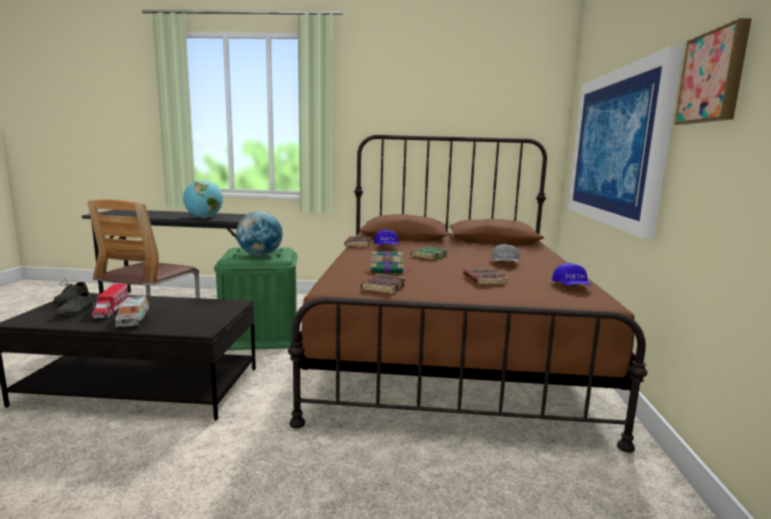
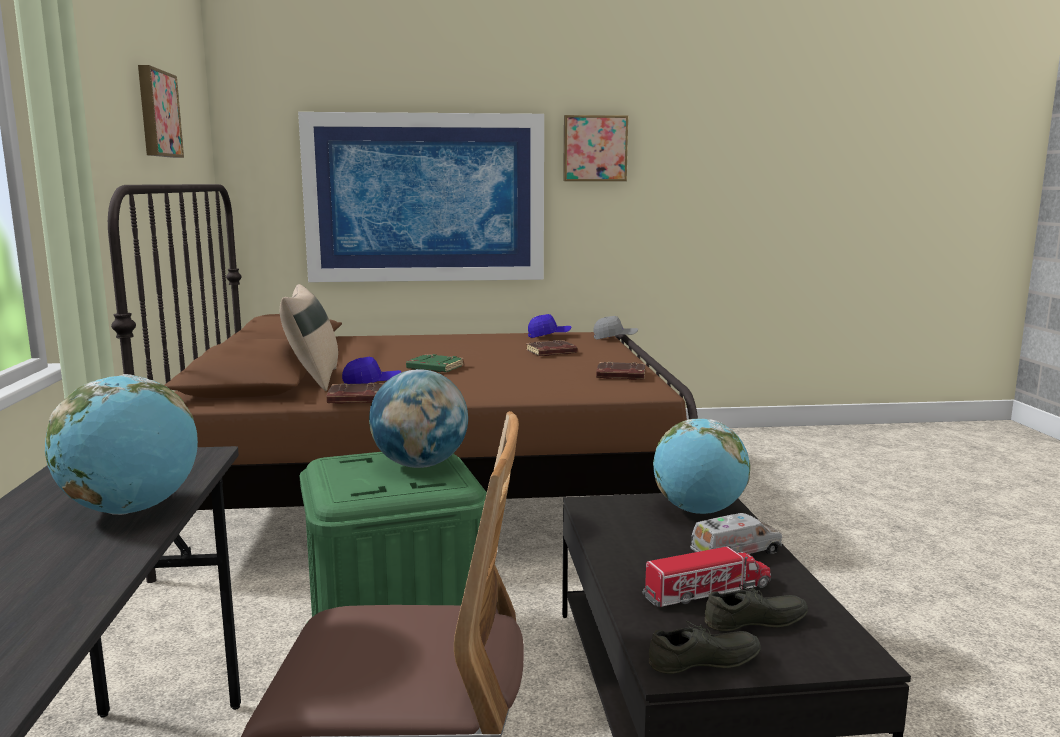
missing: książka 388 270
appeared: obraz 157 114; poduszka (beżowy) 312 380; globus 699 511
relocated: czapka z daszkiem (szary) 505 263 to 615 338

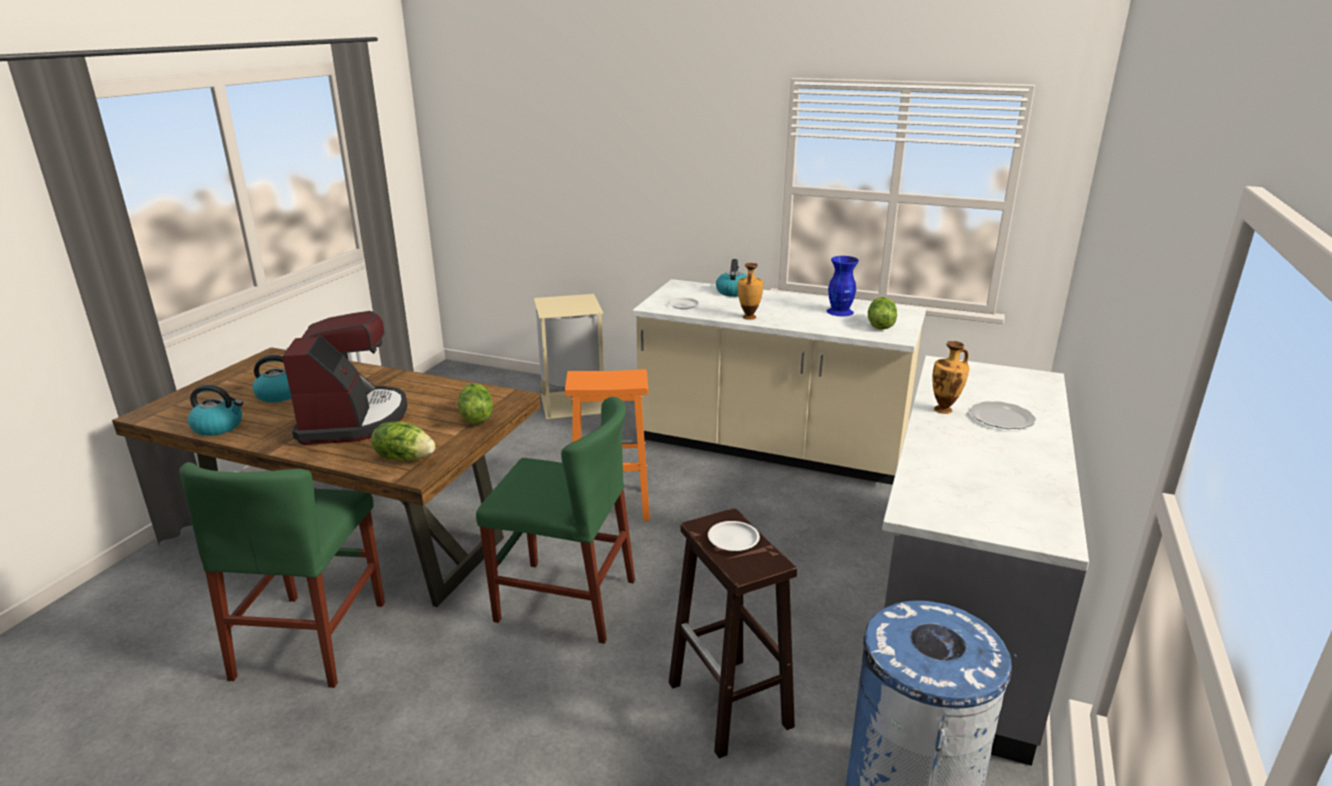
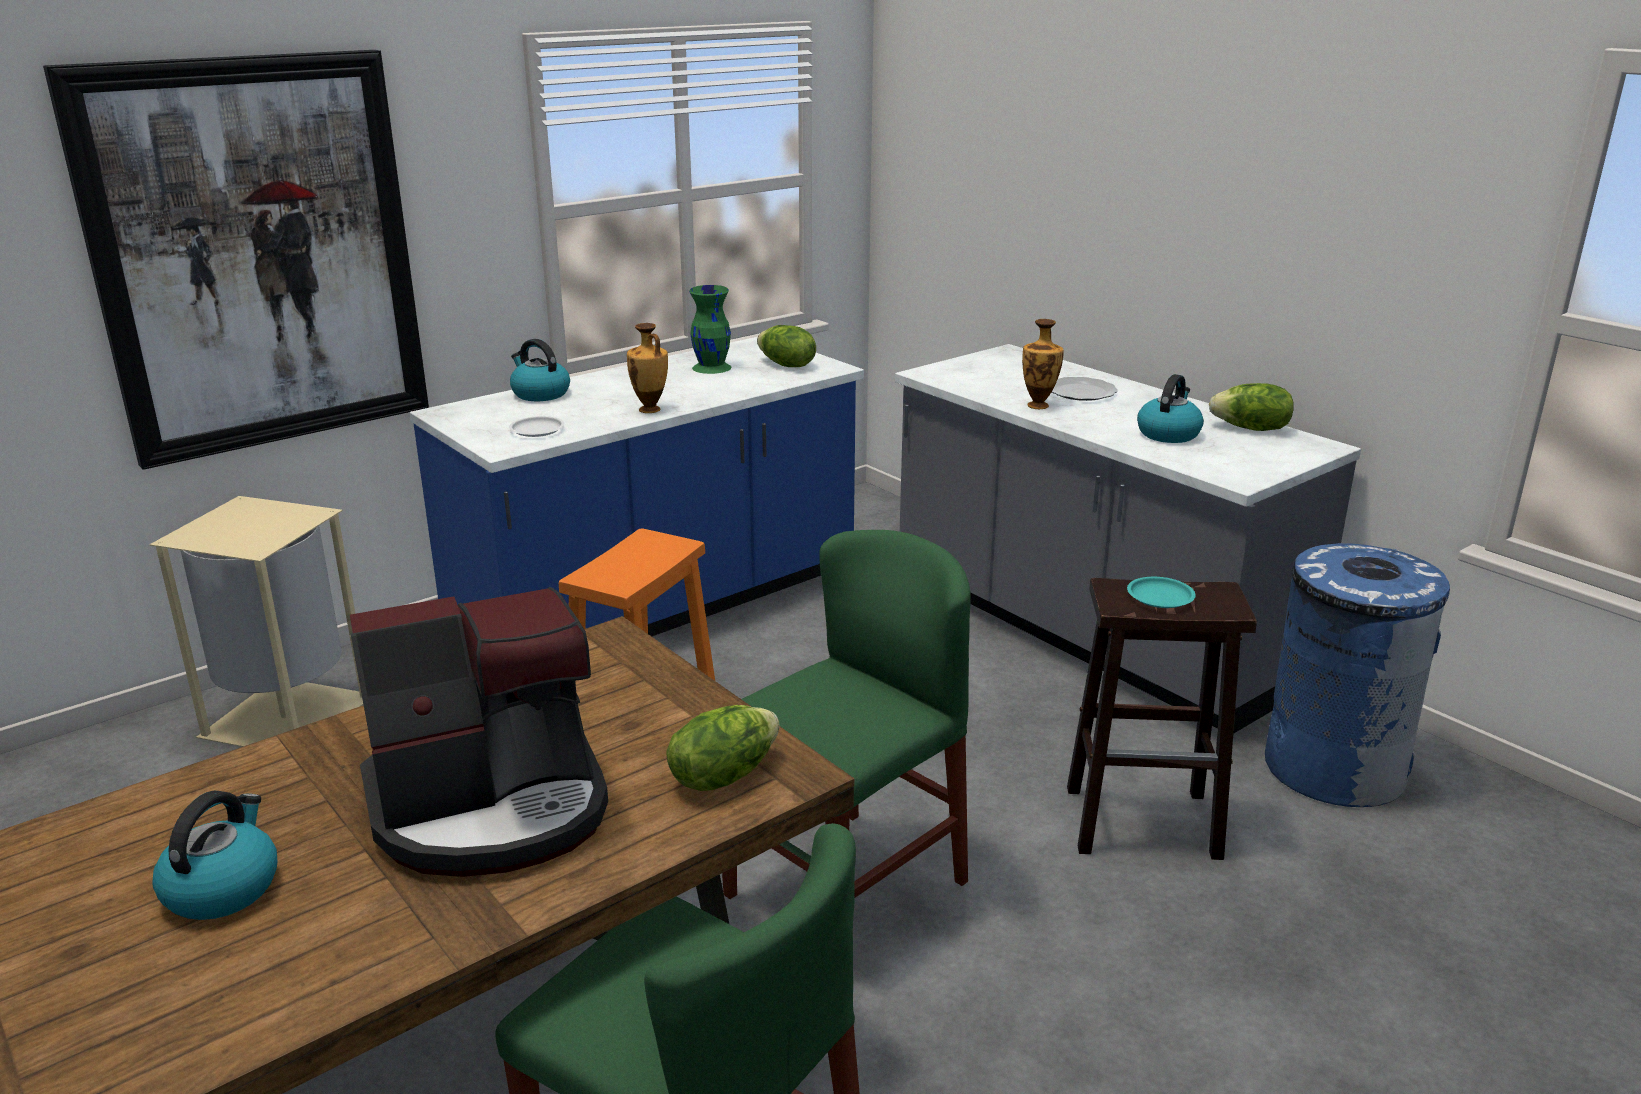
appeared: obraz 257 256
relocated: czajnik 219 427 to 1168 434; sałata 476 417 to 1251 429
colour: zabudowa kuchenna (beżowy) 771 447 to zabudowa kuchenna (niebieski) 660 607; talerz (biały) 733 539 to talerz (turkusowy) 1159 597; wazon (niebieski) 840 312 to wazon (zielony) 712 367
spun: ekspres do kawy 353 419 = 492 807 135 degrees clockwise

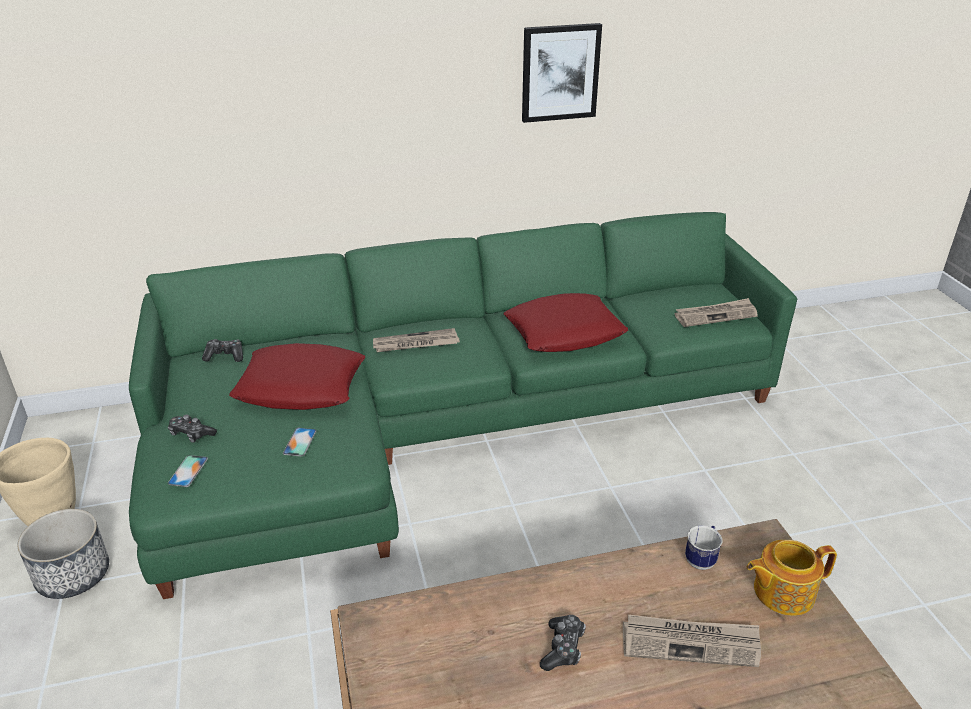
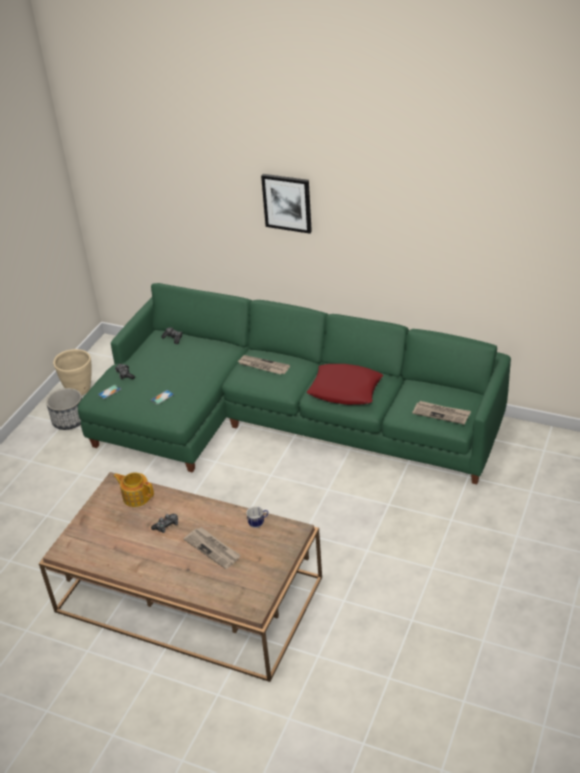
missing: poduszka (czerwony) 301 386
relocated: obraz 560 72 to 287 202; imbryk 782 591 to 136 496

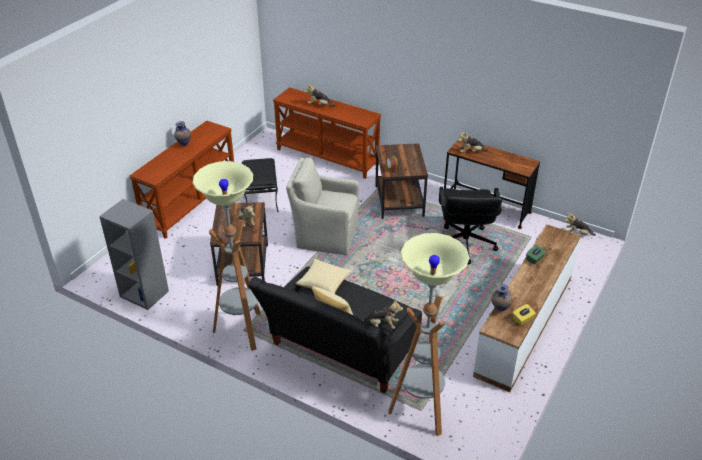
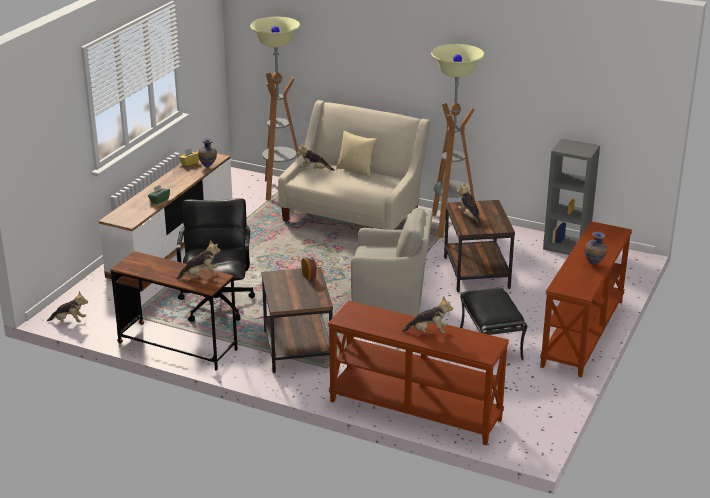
missing: poduszka 324 283
colour: kanapa (czarny) 339 353 to kanapa (beżowy) 353 216

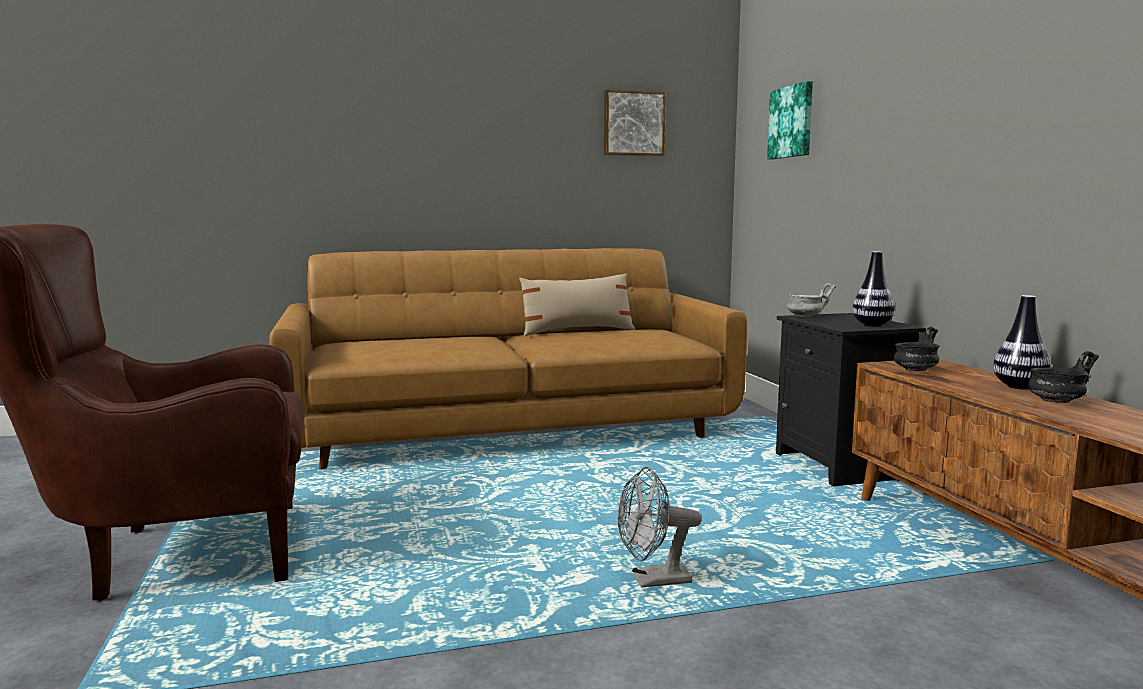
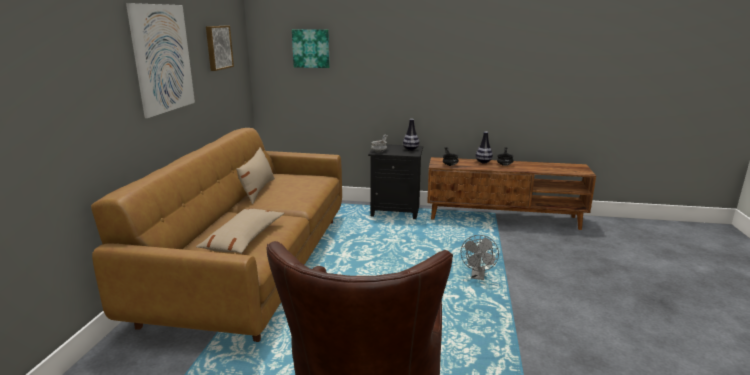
appeared: obraz 163 58; poduszka (beżowy) 244 239

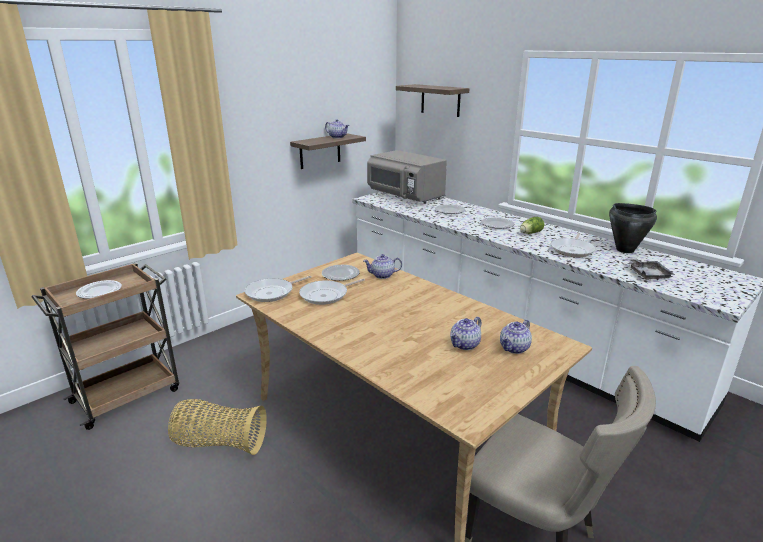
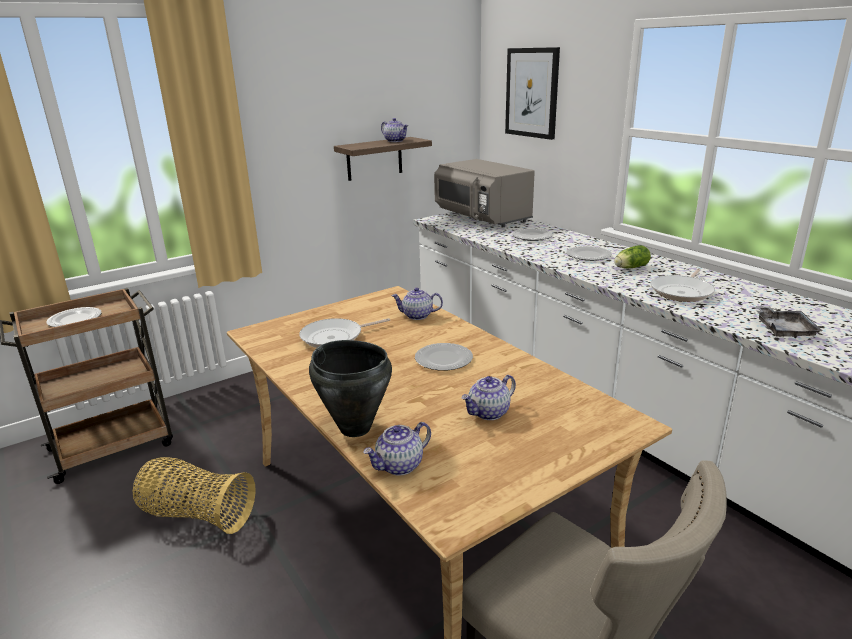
missing: patelnia 272 293
relocated: talerz 341 274 to 444 359; imbryk 514 348 to 399 466; garnek (czarny) 624 250 to 355 428
exchanged: półka 440 100 to obraz 532 93

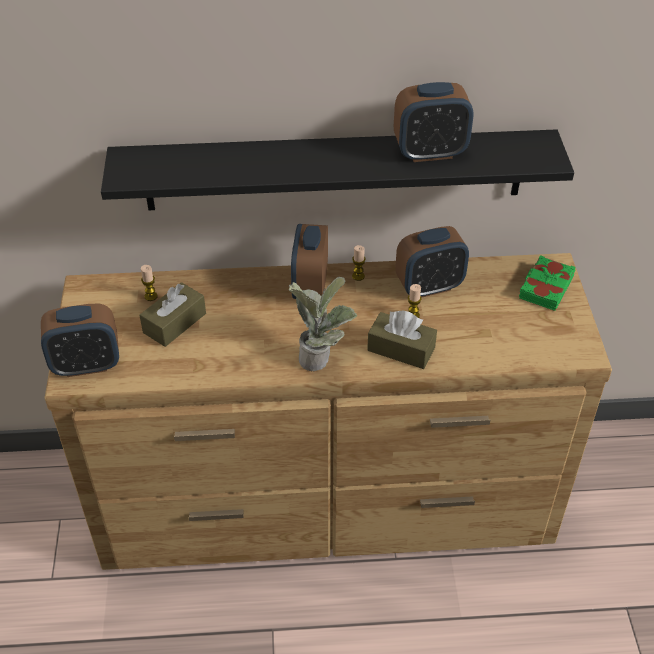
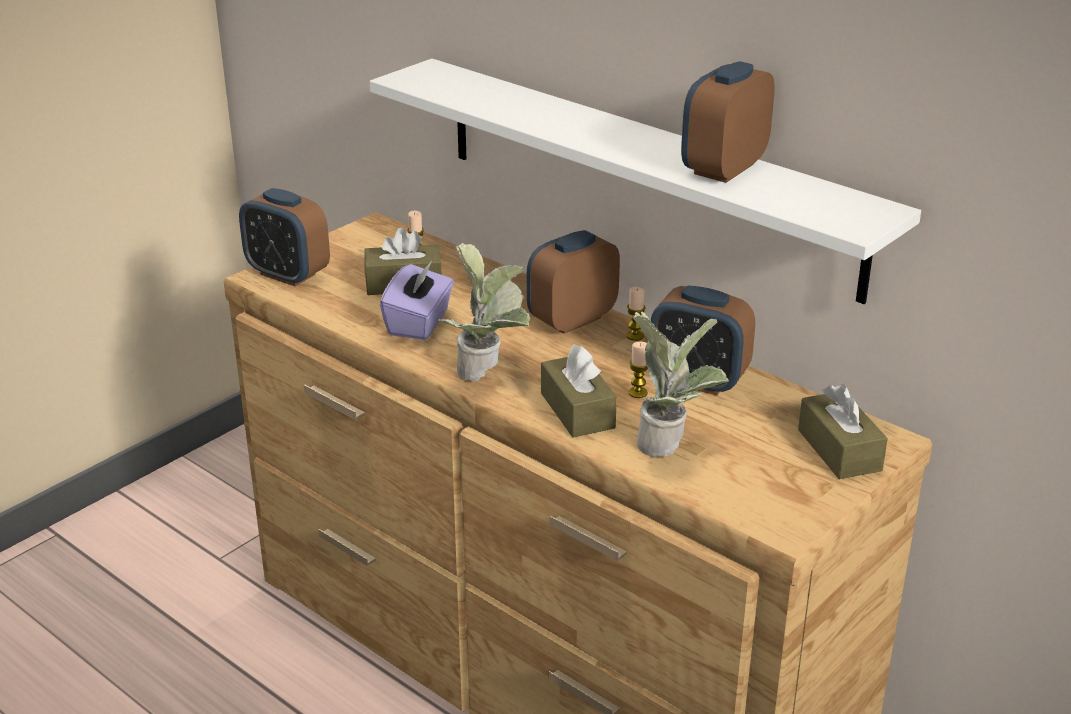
appeared: pudełko chusteczek (fioletowy) 419 323; roślina doniczkowa 671 444
exchanged: książka (zielony) 545 287 to pudełko chusteczek (brązowy) 839 450
colour: półka (czarny) 334 170 to półka (biały) 644 174
spun: budzik 430 152 = 723 169 90 degrees clockwise

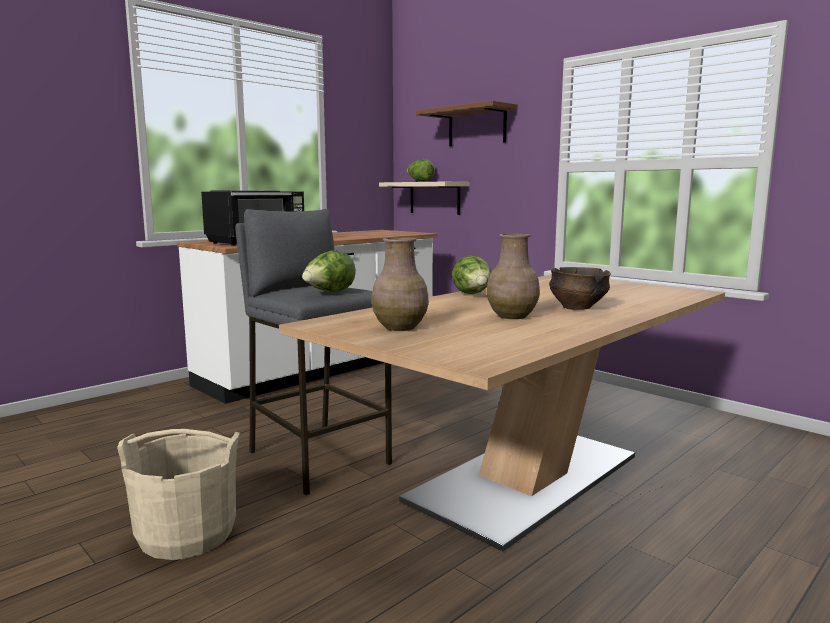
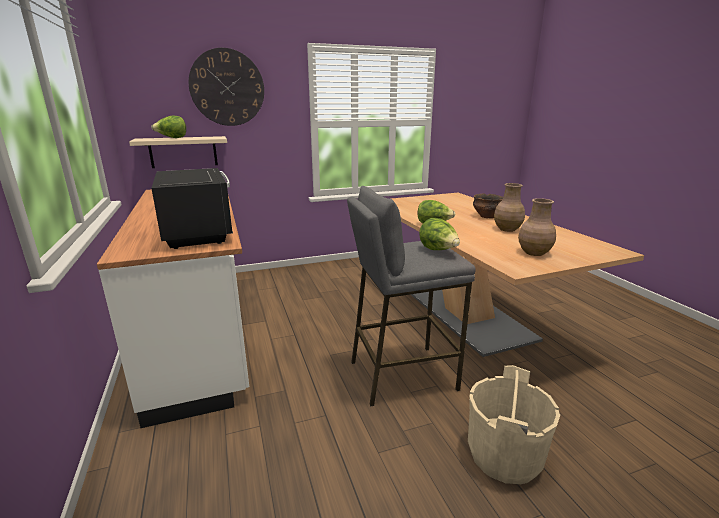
exchanged: półka (brązowy) 477 126 to zegar ścienny 227 88

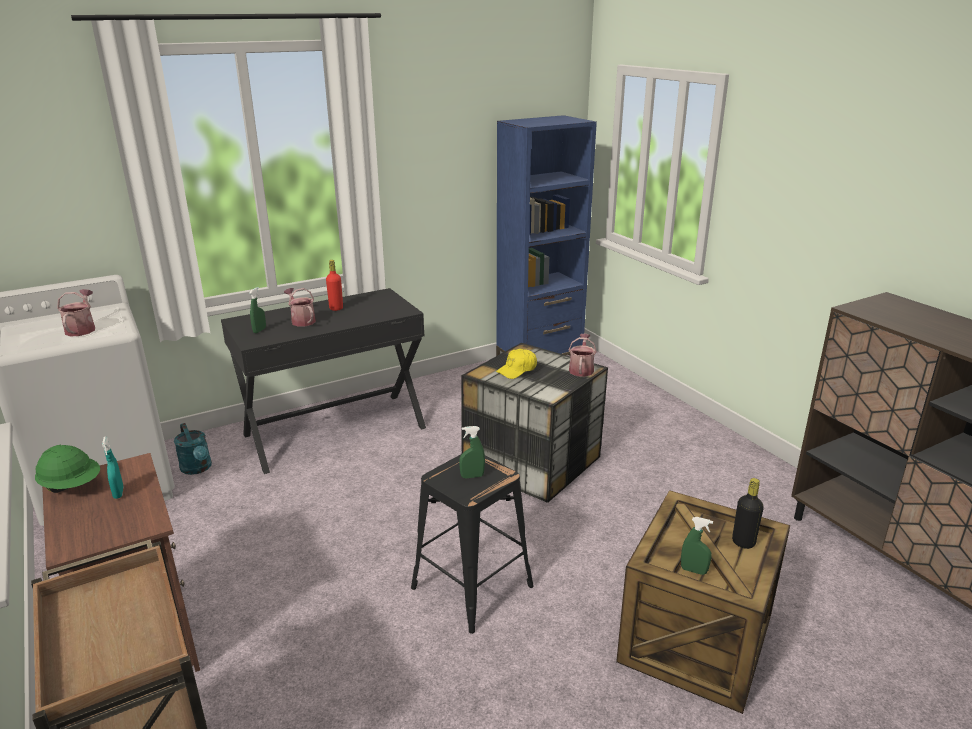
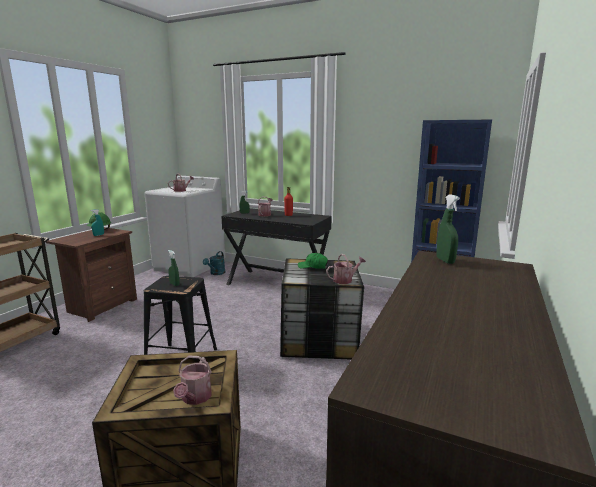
relocated: spryskiwacz (zielony) 693 570 to 445 261
exchanged: butelka (czarny) 743 542 to konewka 195 398
colour: czapka z daszkiem (żółty) 517 370 to czapka z daszkiem (zielony) 313 266

